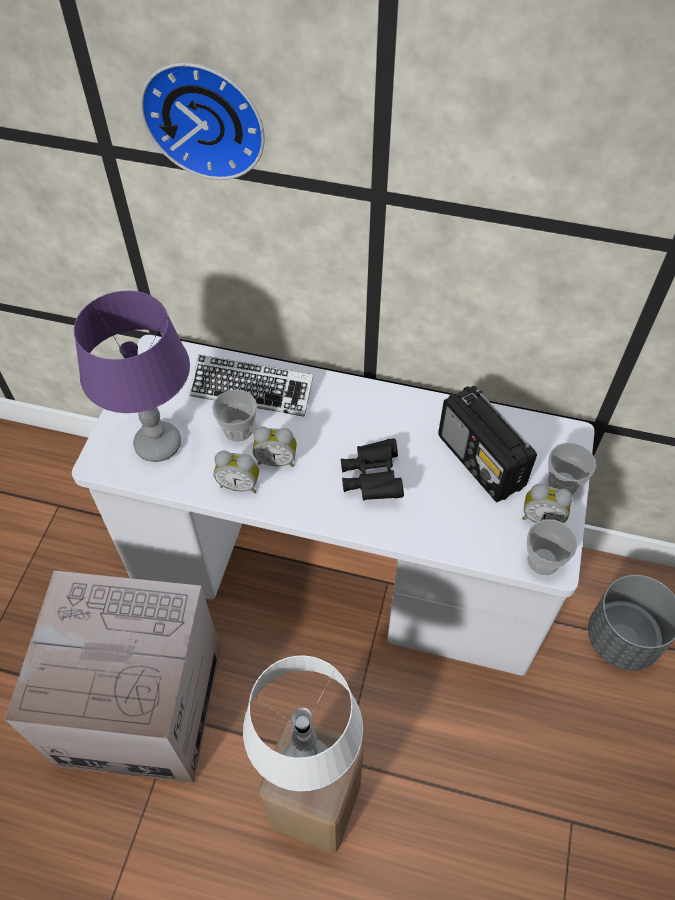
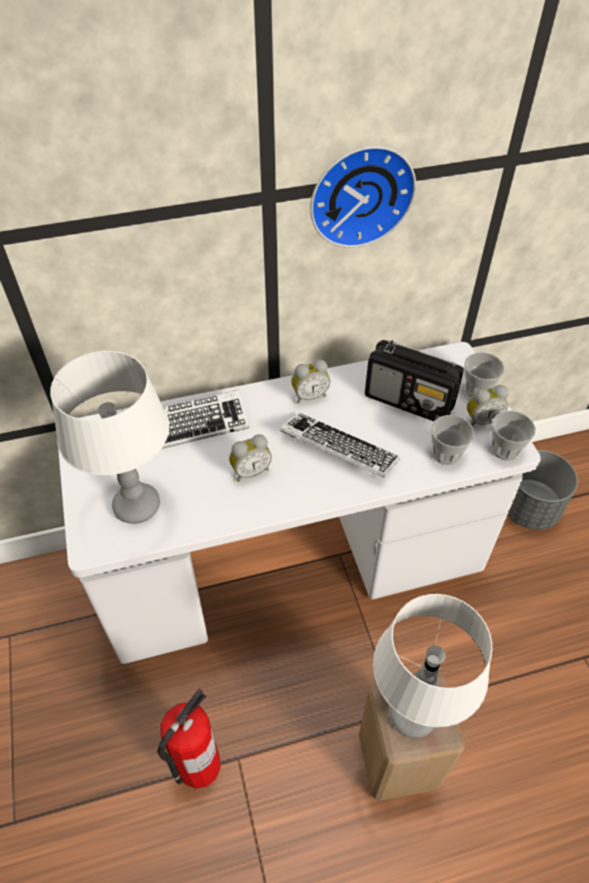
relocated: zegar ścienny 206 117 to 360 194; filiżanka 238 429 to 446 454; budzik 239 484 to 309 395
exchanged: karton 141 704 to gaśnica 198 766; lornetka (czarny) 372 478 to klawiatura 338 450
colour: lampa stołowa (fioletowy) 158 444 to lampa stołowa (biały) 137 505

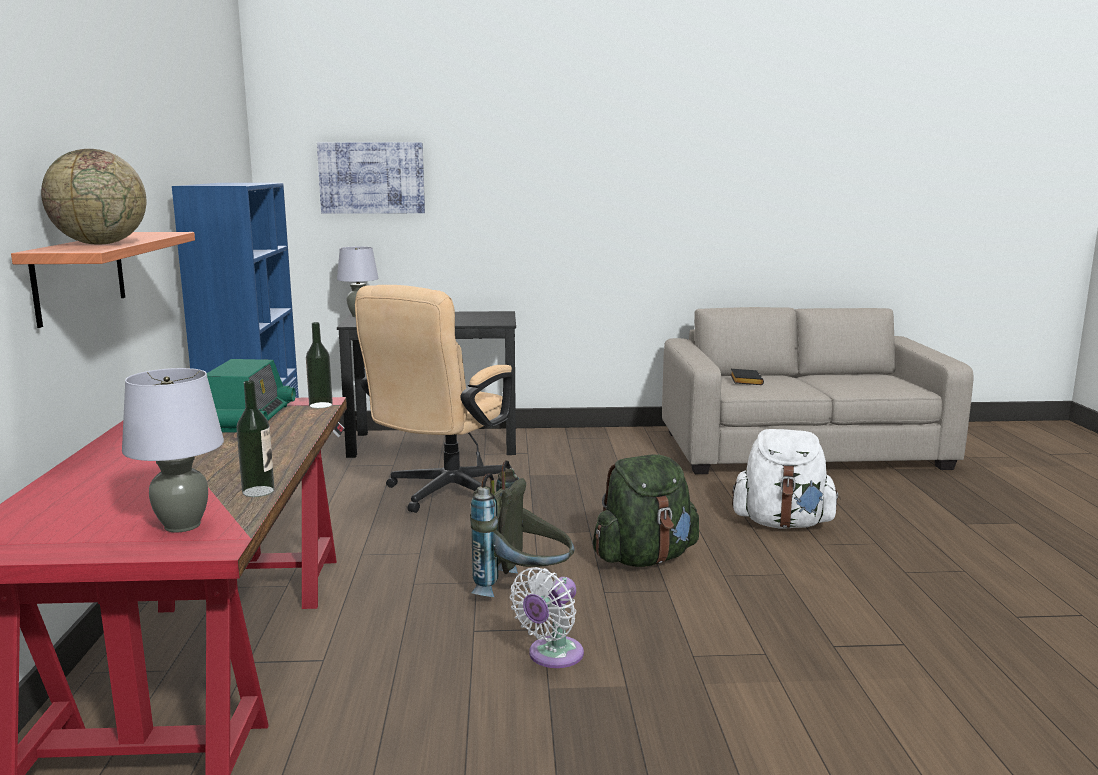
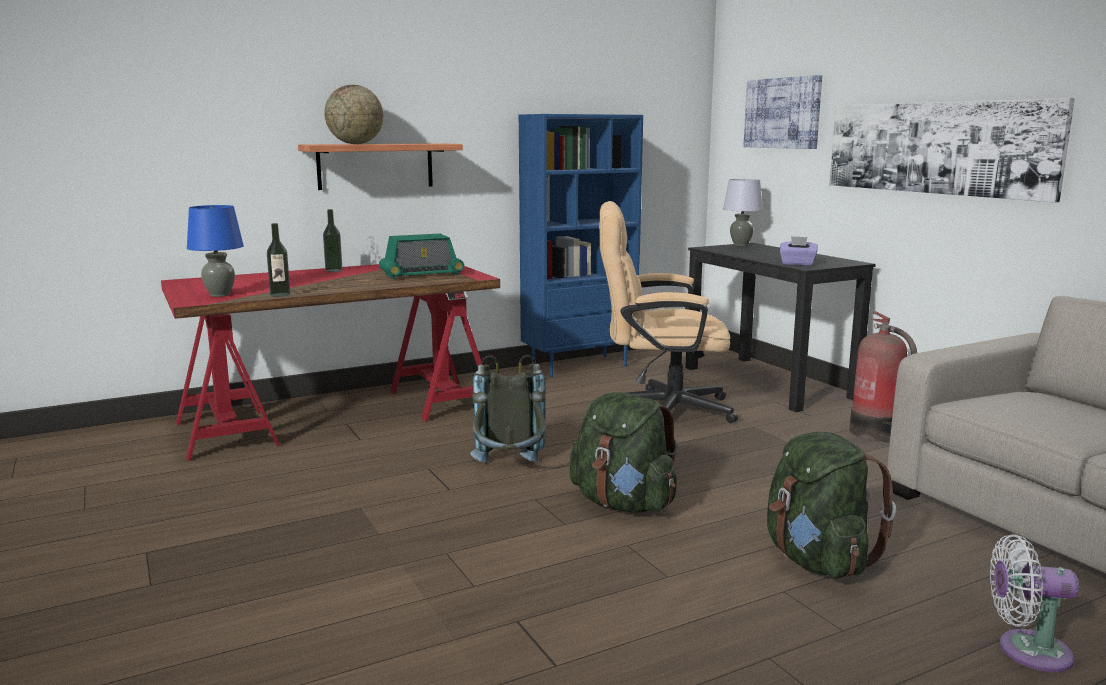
missing: książka (czarny) 744 381
appeared: pudełko chusteczek (fioletowy) 797 264; obraz 937 148; gaśnica 877 434
relocated: butelka 320 405 to 334 270; wentylator (biały) 552 656 to 1027 651
colour: lampa stołowa (szary) 183 526 to lampa stołowa (niebieski) 220 295; plecak (biały) 782 523 to plecak (zielony) 817 560

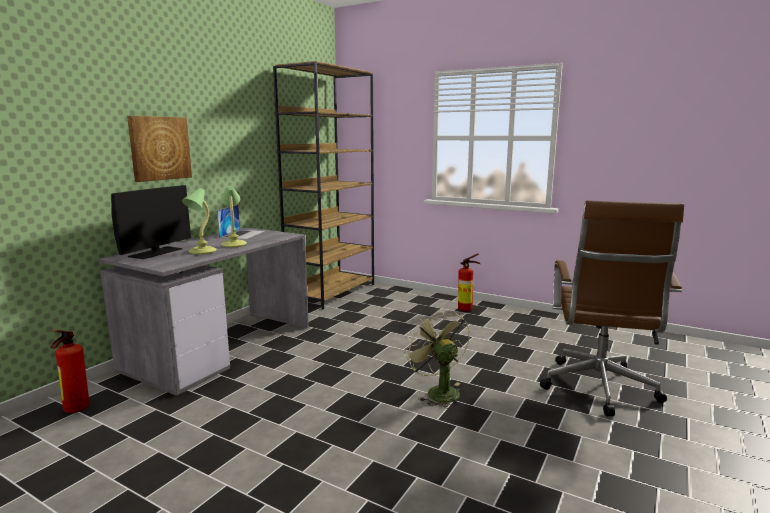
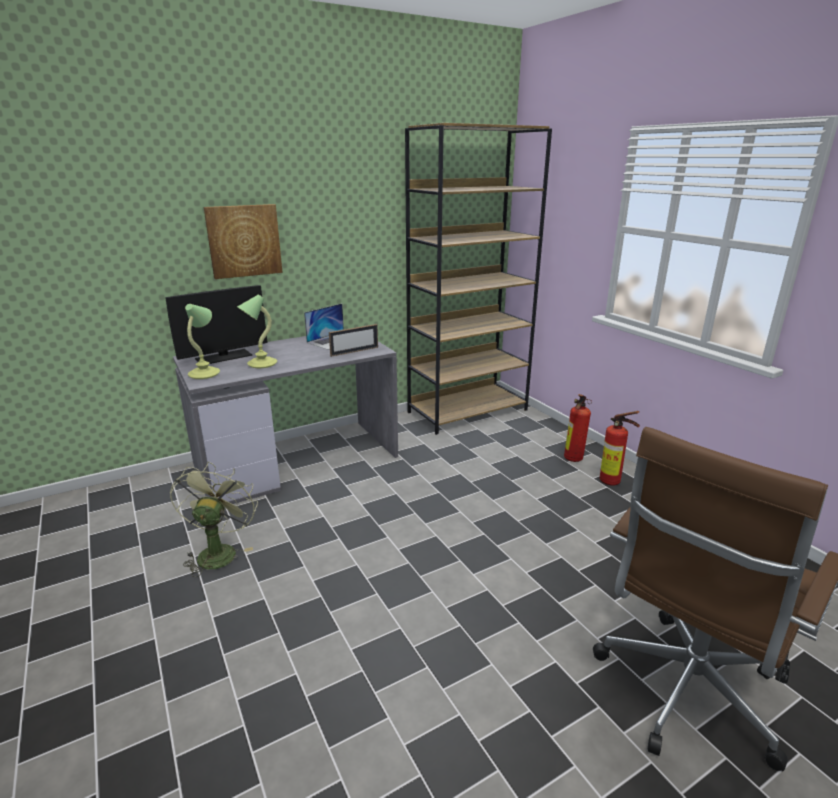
appeared: ramka na zdjęcie 354 351
relocated: gaśnica 74 410 to 572 459; lampa stołowa 234 244 to 205 373; wentylator (zielony) 438 392 to 218 551

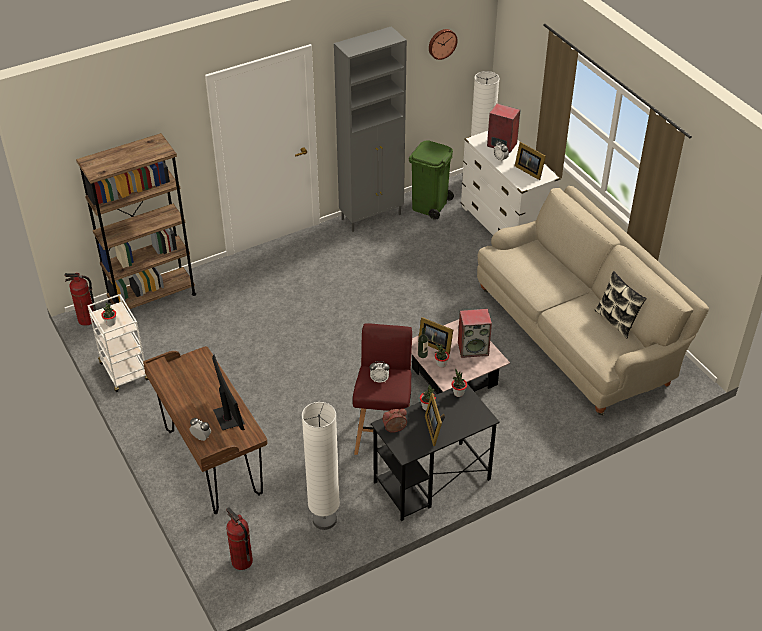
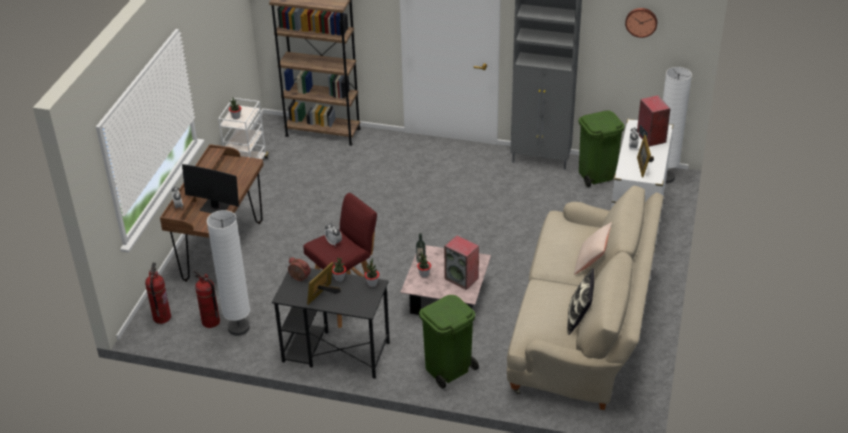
missing: ramka na zdjęcie 434 344
appeared: kosz na śmieci (zielony) 448 369; poduszka (beżowy) 592 262
relocated: gaśnica 86 319 to 211 322
spun: monitor 228 417 = 215 207 90 degrees clockwise

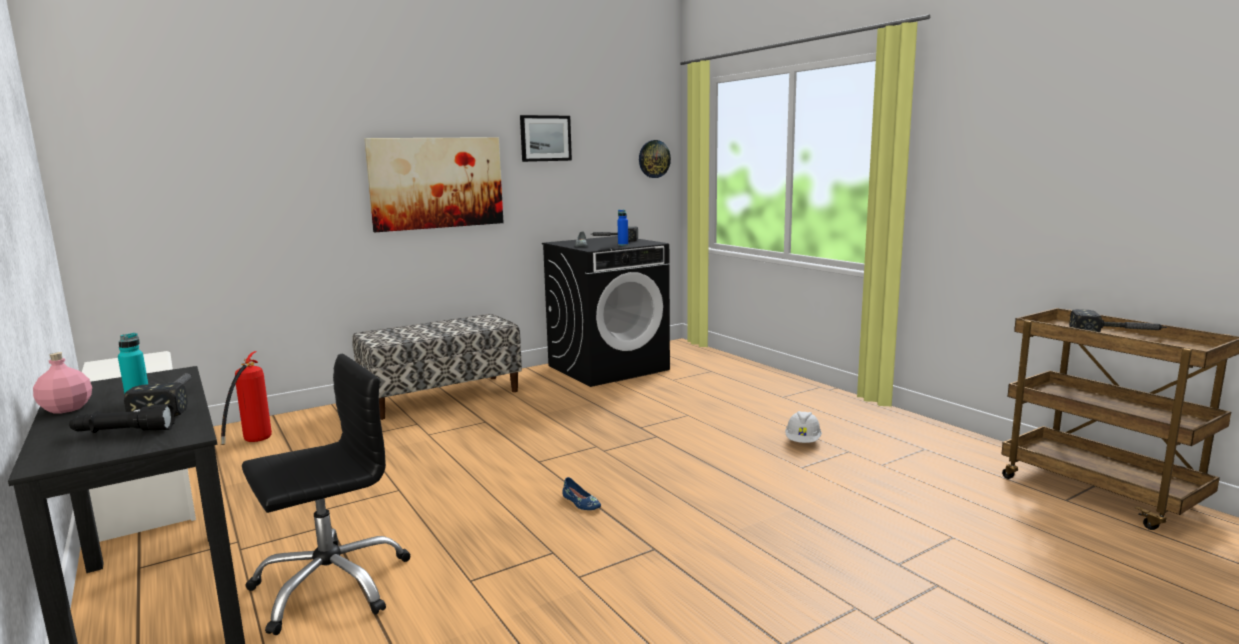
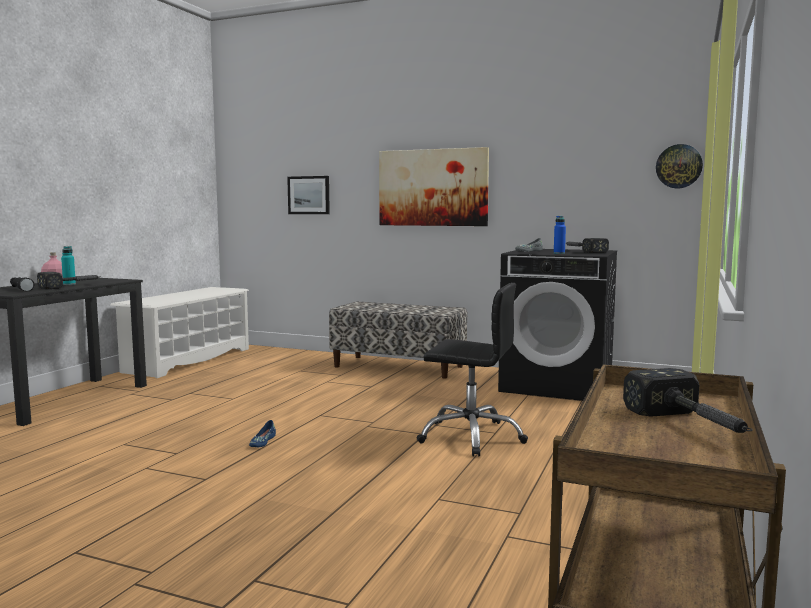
missing: gaśnica 251 444; kask (biały) 803 442
relocated: krzesło biurowe (czarny) 331 585 to 471 436; obraz 545 138 to 309 195

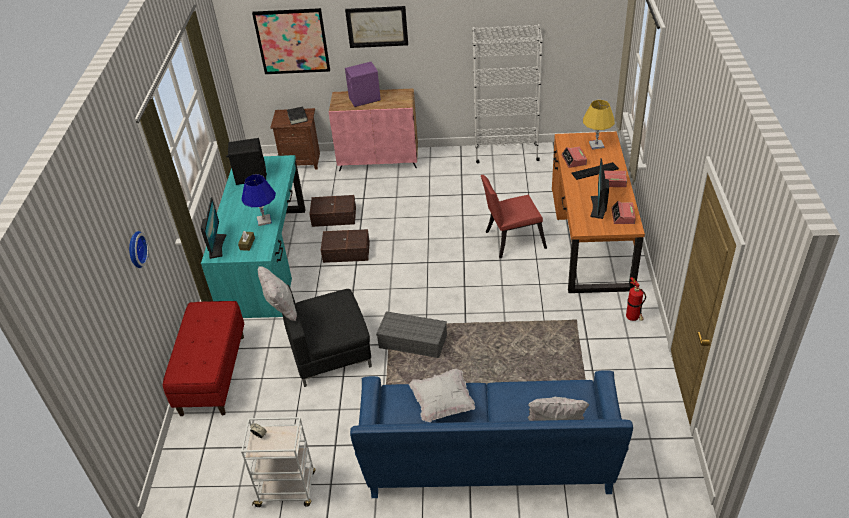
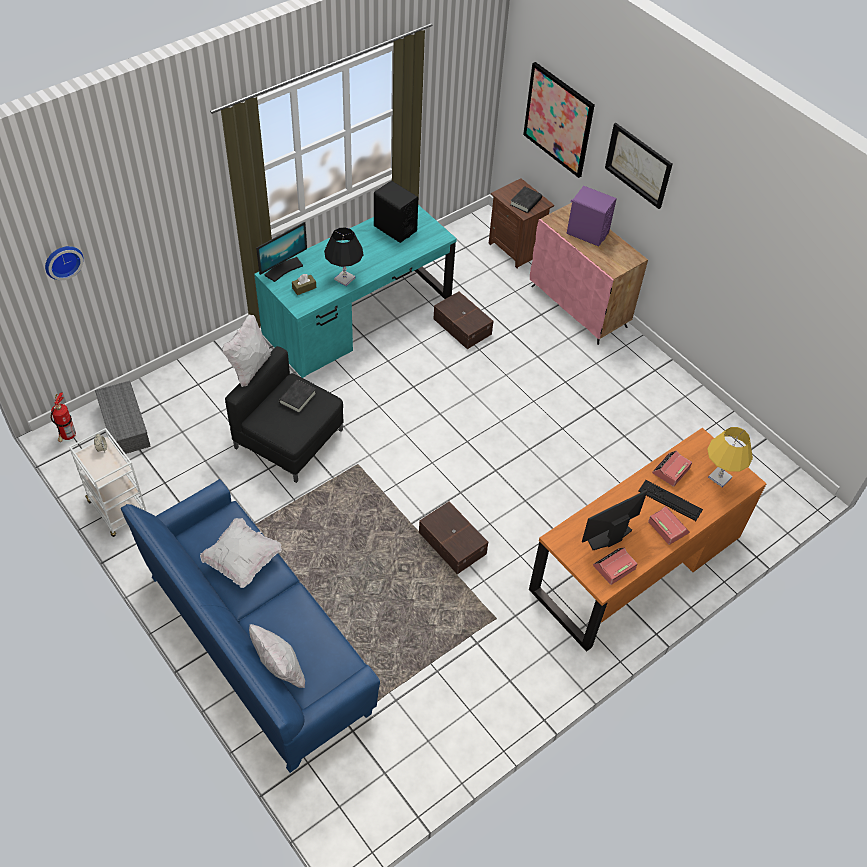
missing: ławka (czerwony) 212 374; regał (biały) 506 153; krzesło (czerwony) 511 240
appeared: książka (czarny) 297 398
relocated: zegar ścienny 135 249 to 62 261; pojemnik do przechowywania (brązowy) 346 251 to 452 542; pojemnik do przechowywania (szary) 414 341 to 126 426; gaśnica 633 318 to 67 437
colour: lampa stołowa (niebieski) 264 220 to lampa stołowa (czarny) 344 279

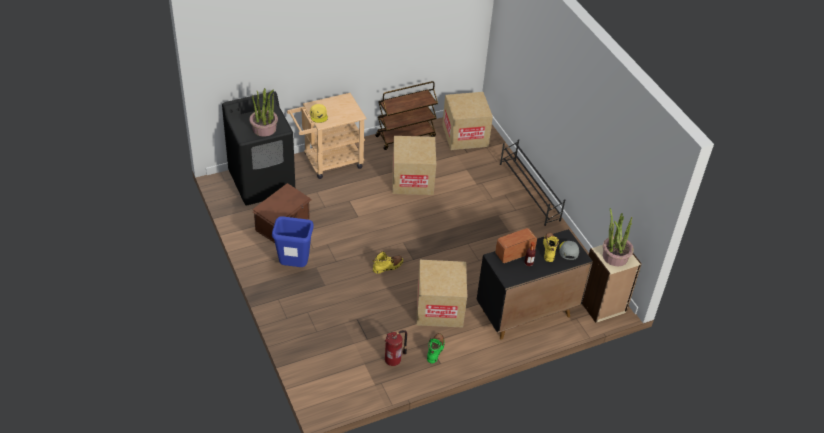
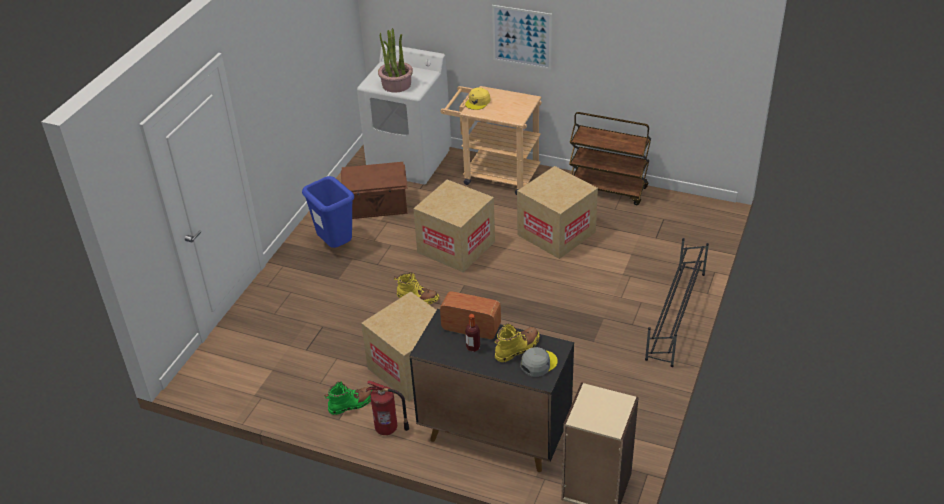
missing: roślina doniczkowa 615 256
appeared: obraz 522 37
relocated: gaśnica 394 360 to 388 429; karton 465 135 to 456 247
colour: pralka (czarny) 262 182 to pralka (biały) 410 161

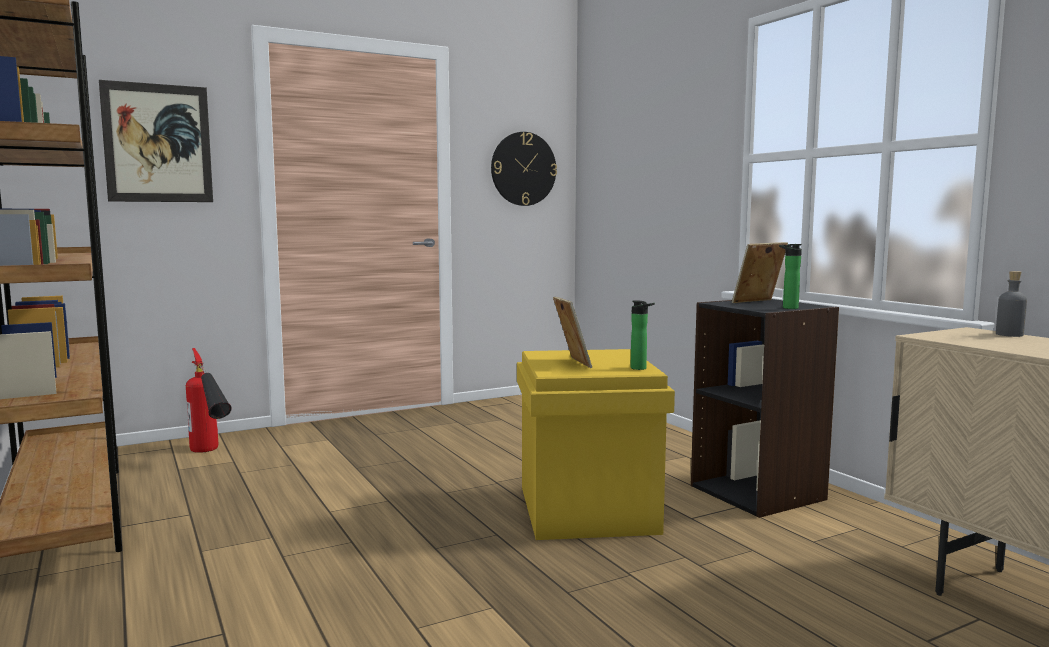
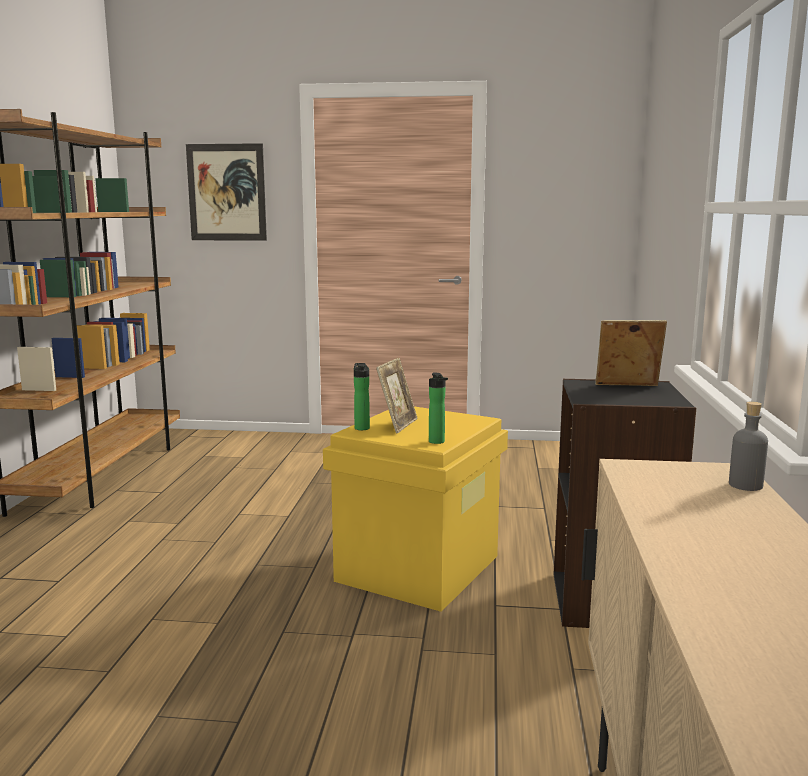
missing: gaśnica 211 455; zegar ścienny 523 169
relocated: butelka 788 308 to 361 427

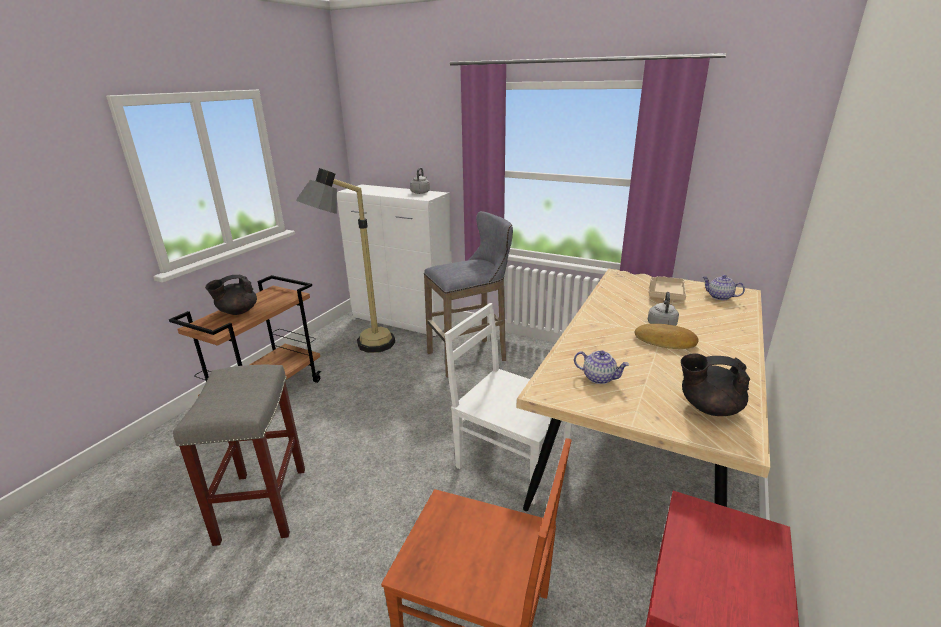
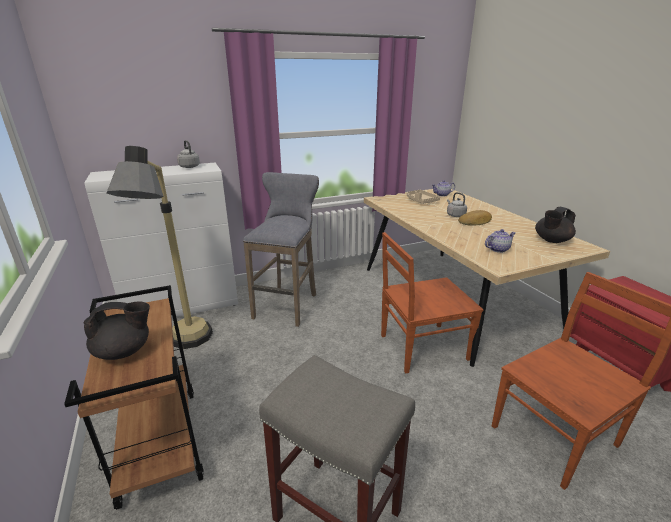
colour: krzesło (biały) 510 460 to krzesło (brązowy) 421 347
spun: imbryk (czarny) 237 312 = 124 351 105 degrees counterclockwise

